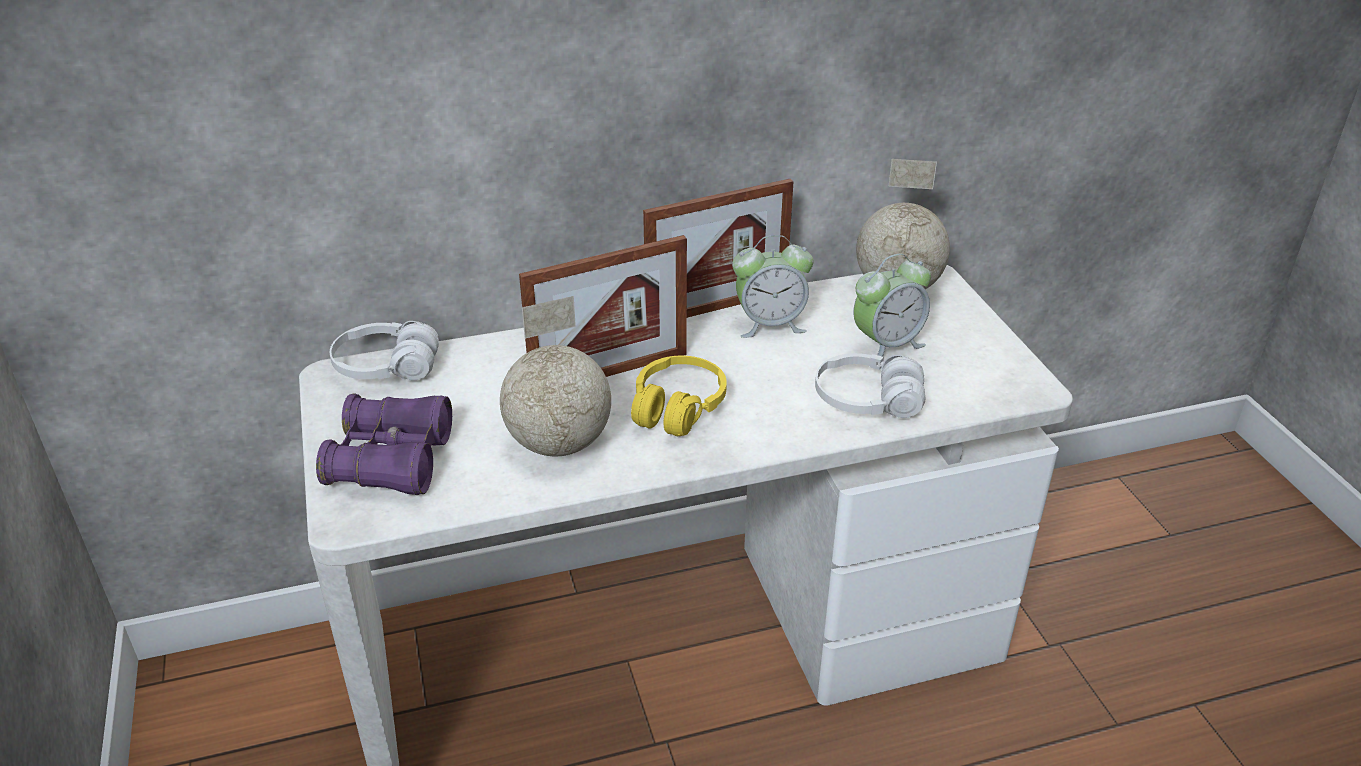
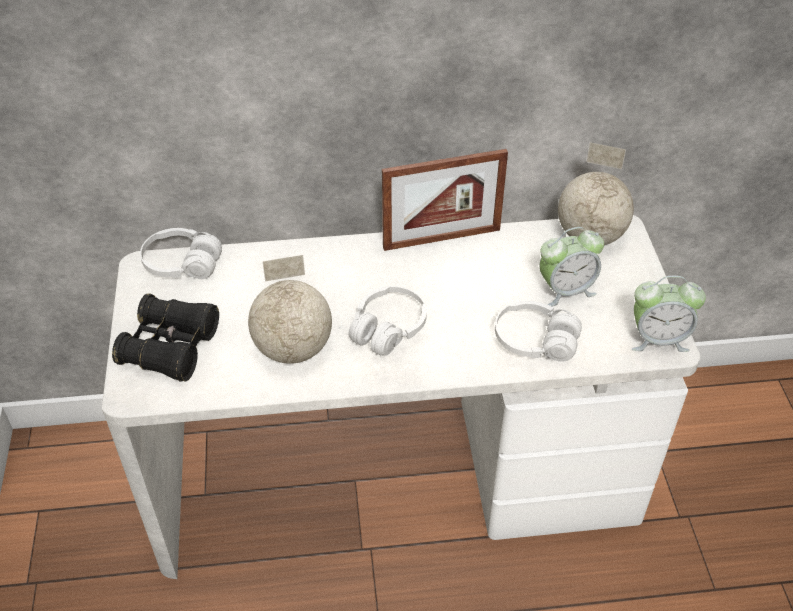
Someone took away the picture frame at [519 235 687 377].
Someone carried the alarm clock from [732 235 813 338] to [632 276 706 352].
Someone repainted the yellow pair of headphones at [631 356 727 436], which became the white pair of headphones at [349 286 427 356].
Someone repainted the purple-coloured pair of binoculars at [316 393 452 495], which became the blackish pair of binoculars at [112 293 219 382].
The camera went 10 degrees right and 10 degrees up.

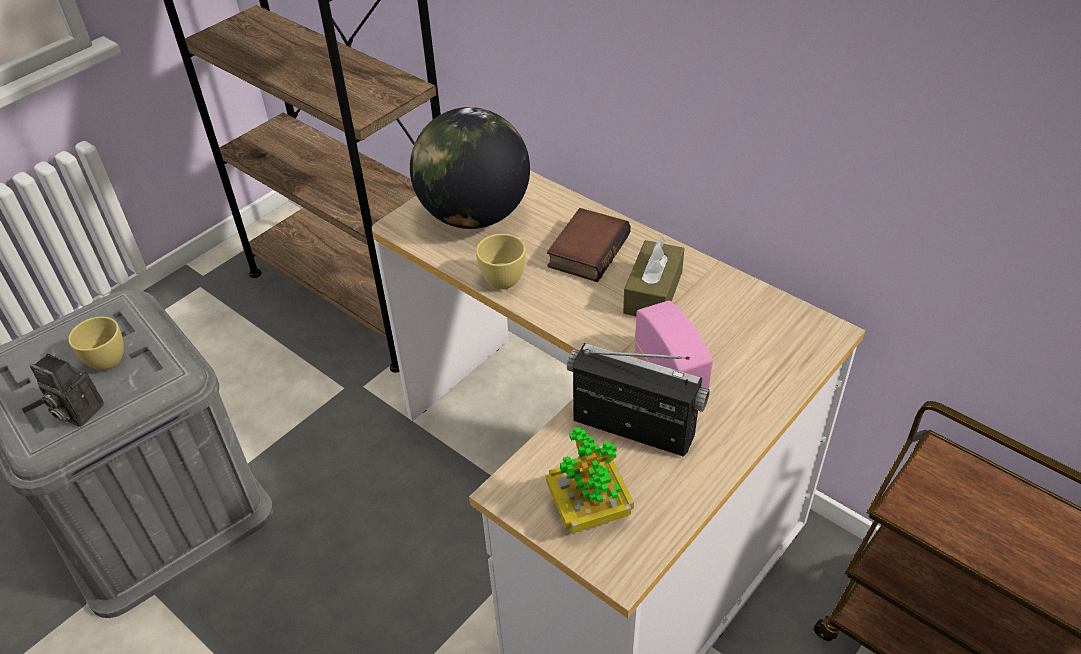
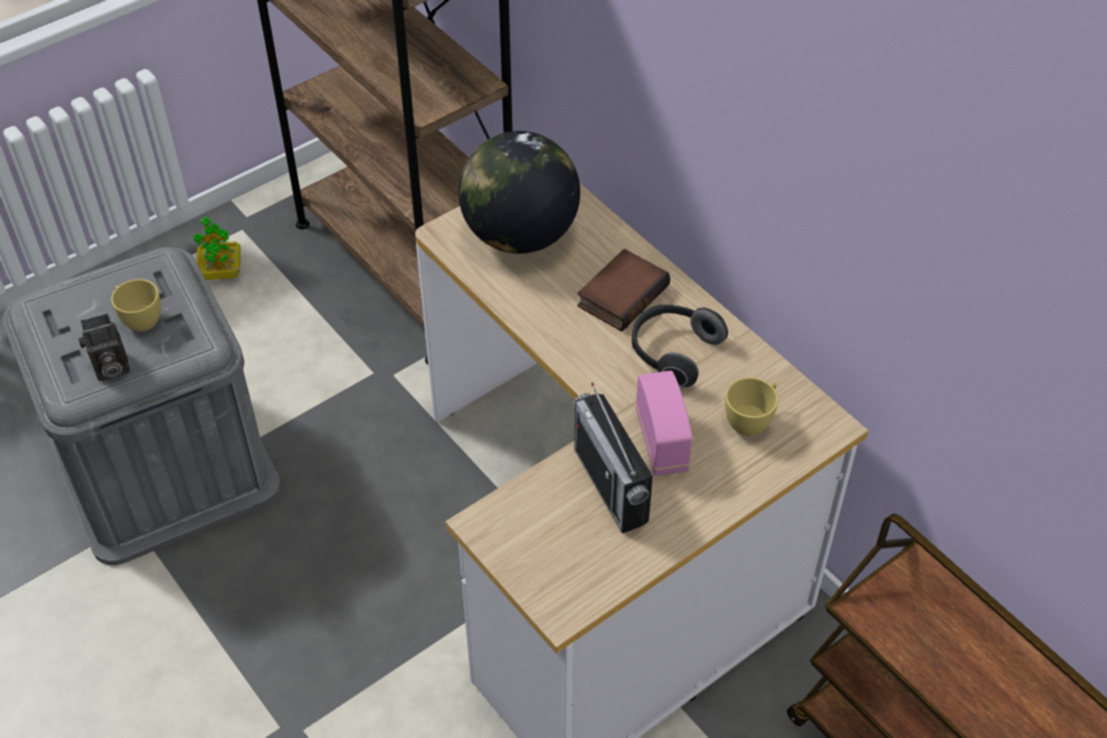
Someone carried the yellow drinking cup from [476 234 526 289] to [725 377 778 436].
Someone swapped the brown box of tissues at [623 237 685 316] for the pair of headphones at [632 304 728 387].
Someone rotated the radio set at [567 343 710 456] by 150 degrees counterclockwise.
Someone rotated the still camera at [30 354 104 427] by 60 degrees counterclockwise.
Someone carried the potted plant from [546 427 634 533] to [194 217 240 280].
The camera went 10 degrees right and 5 degrees up.

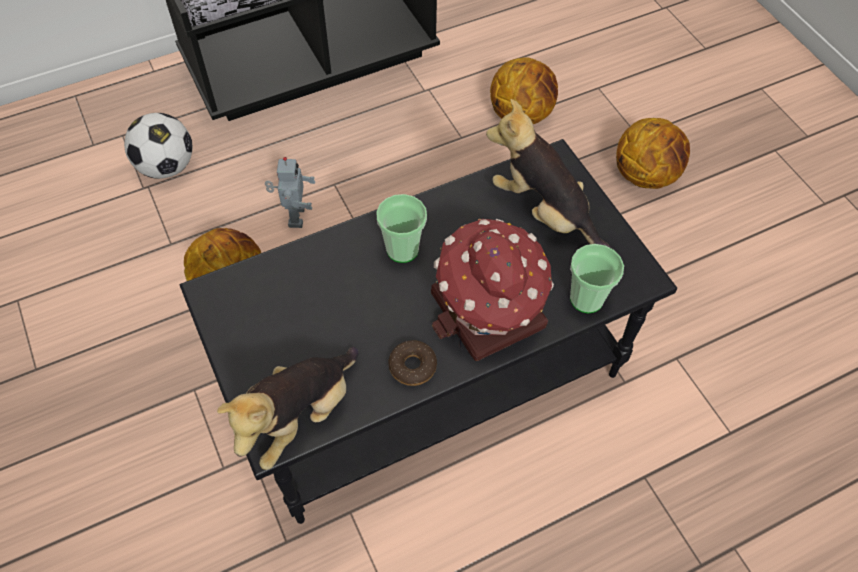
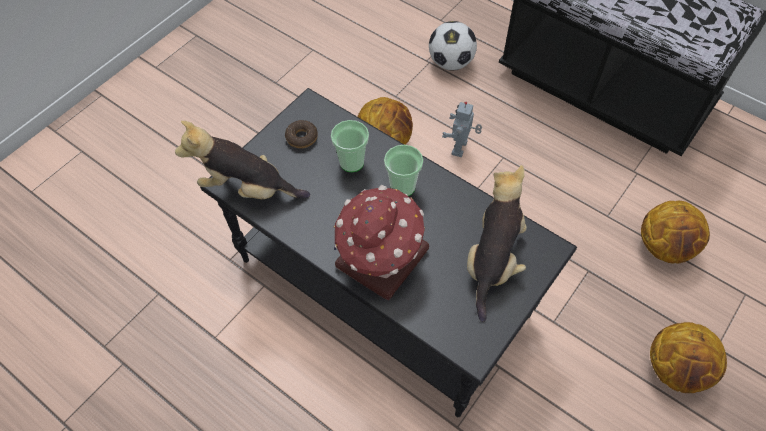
Someone rotated the robot figure at [265 157 315 228] by 135 degrees clockwise.
Someone carried the drinking cup from [570 244 624 314] to [331 120 369 172].
Someone carried the doughnut from [389 340 437 386] to [285 120 318 148].
The camera went 65 degrees right and 0 degrees up.

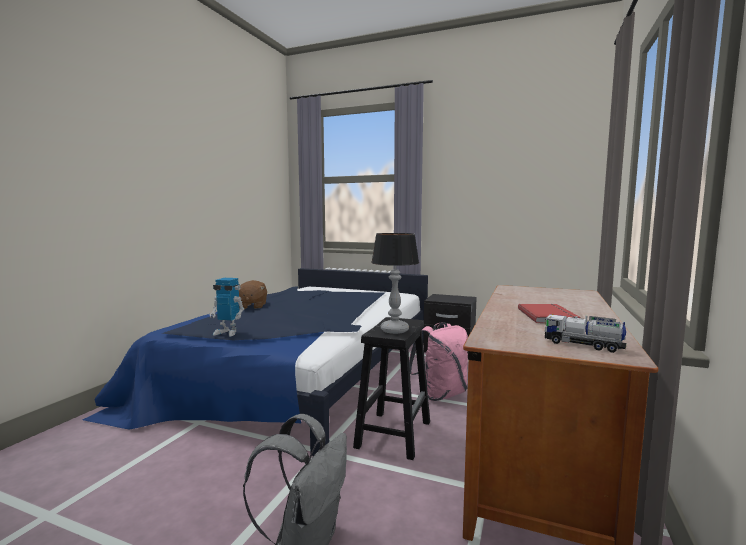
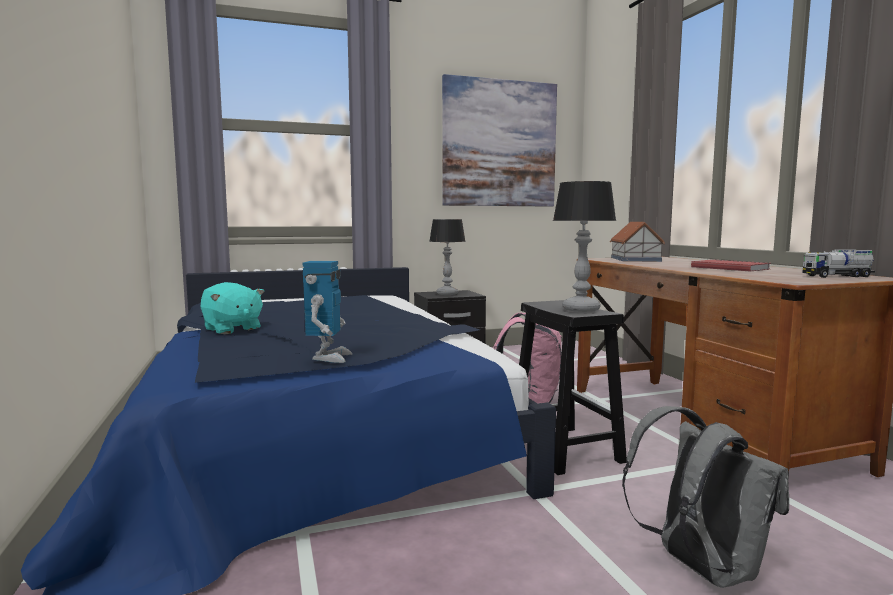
Someone rotated the robot figure at [209 278 244 337] by 60 degrees counterclockwise.
Someone repainted the brown plush toy at [239 280 267 309], which became the turquoise plush toy at [200 282 265 334].
Someone put up the wall picture at [442 74 557 207].
Someone put down the table lamp at [429 219 466 295].
Someone put down the model house at [610 222 665 262].
The camera went 40 degrees left and 0 degrees up.

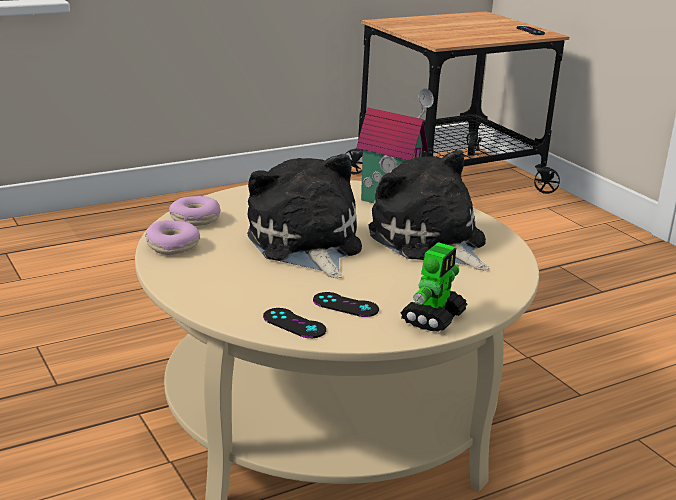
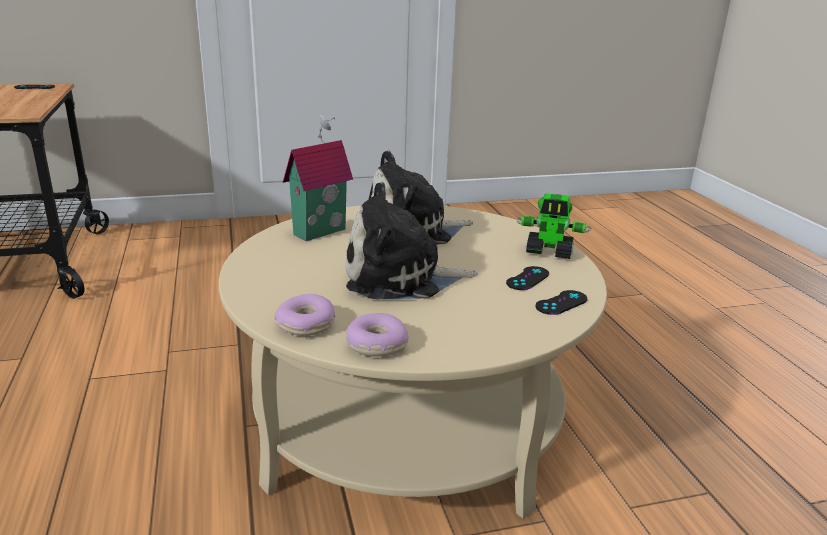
Someone rotated the robot figure at [401 242 468 332] by 150 degrees clockwise.
The camera went 75 degrees left and 0 degrees up.

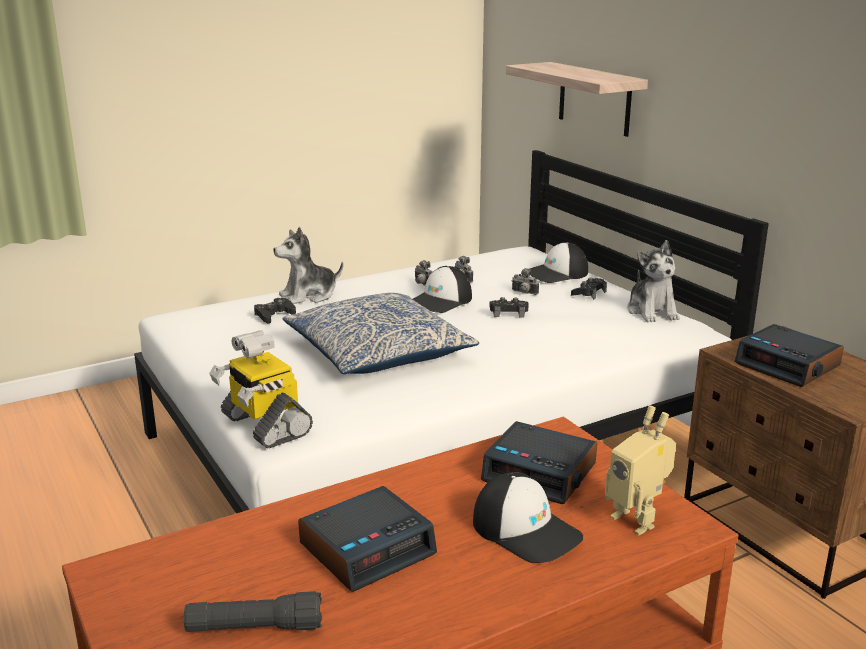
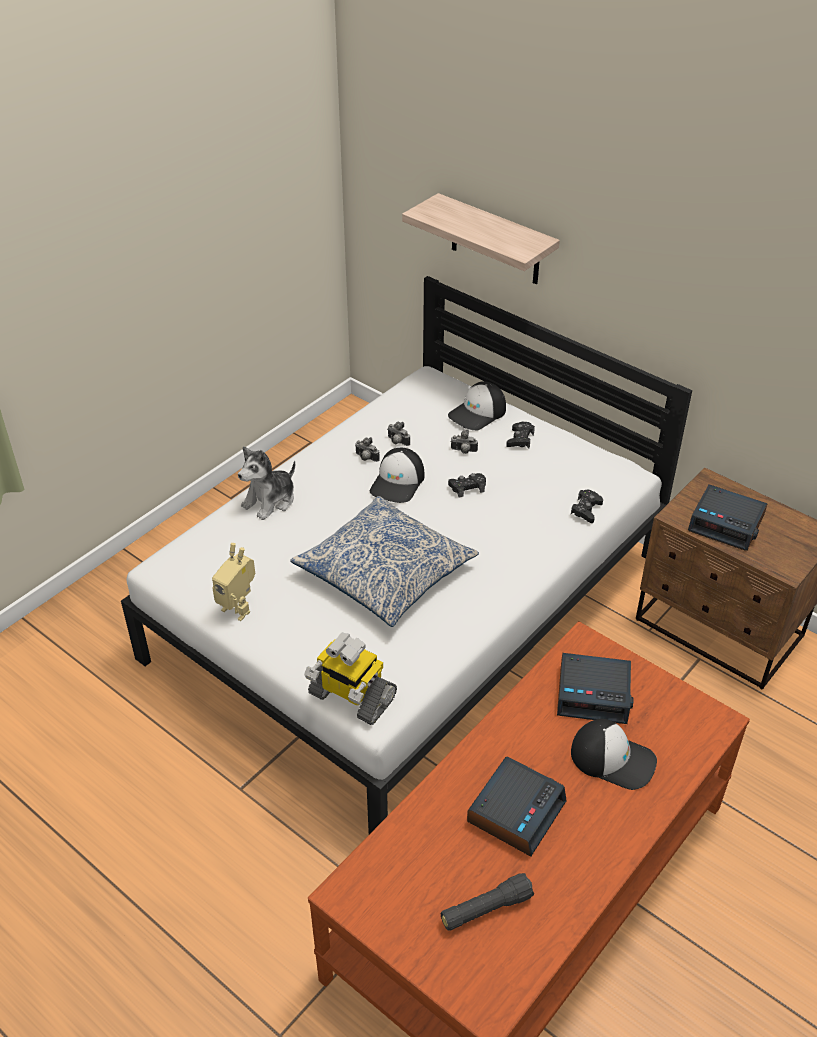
Someone took away the plush toy at [627 240 680 323].
Someone carried the blackish game controller from [254 298 296 324] to [571 490 603 523].
Someone carried the robot figure from [605 405 676 535] to [212 543 255 621].
The camera went 20 degrees left and 20 degrees up.

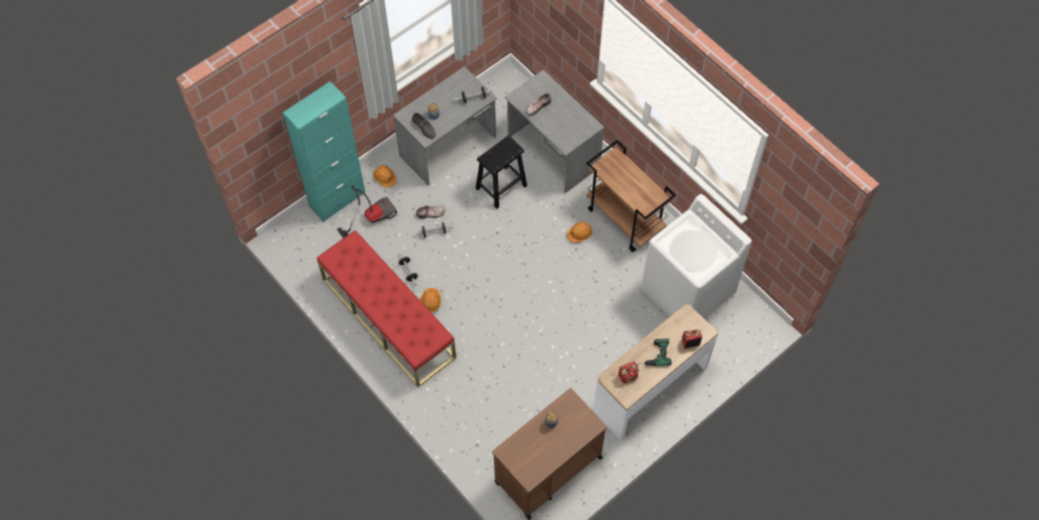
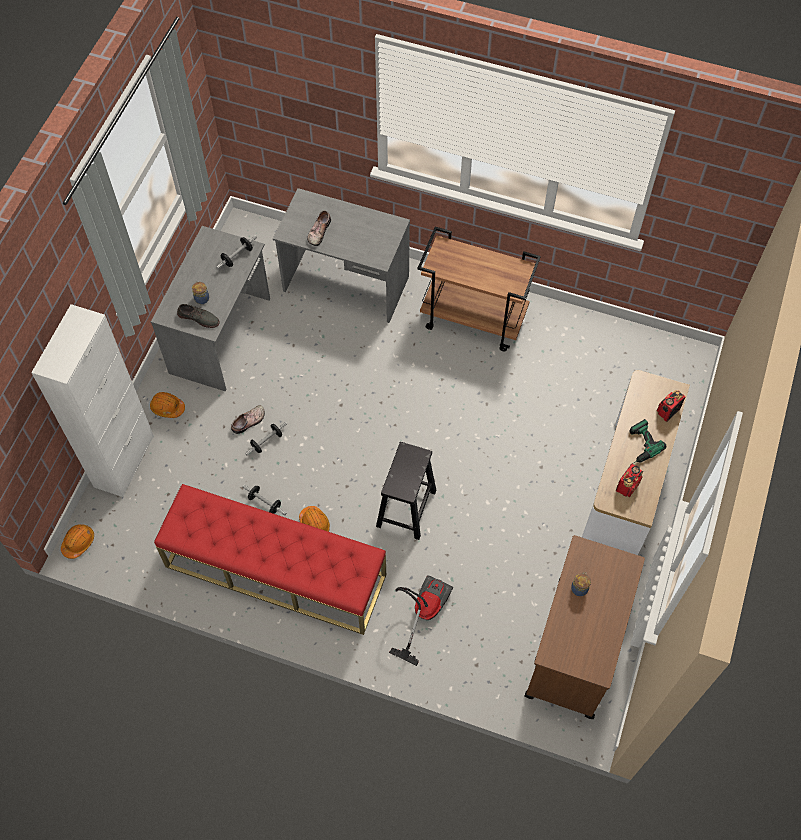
Someone repainted the turquoise cupboard at [283 81 365 222], which became the white cupboard at [31 304 154 497].
Someone carried the blackish stool seat from [476 135 527 209] to [376 442 437 540].
Someone carried the vacuum from [337 186 397 238] to [389 575 453 666].
Someone took away the white laundry appliance at [641 194 752 319].
Someone carried the orange-coloured hard hat from [567 222 593 243] to [61 524 94 559].
The camera went 30 degrees left and 0 degrees up.

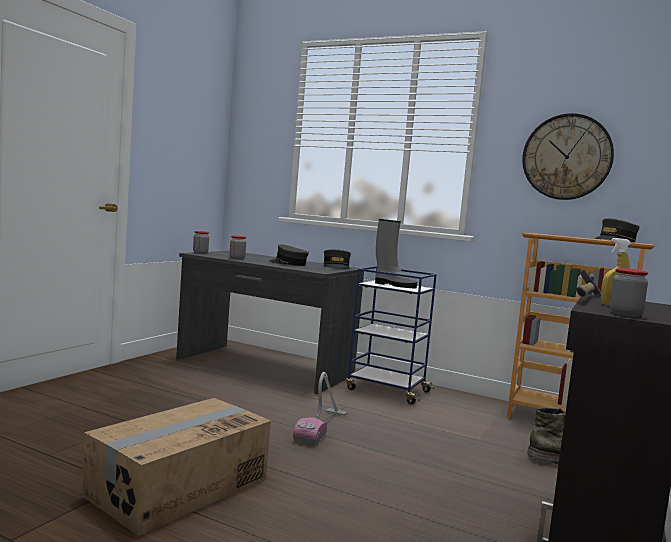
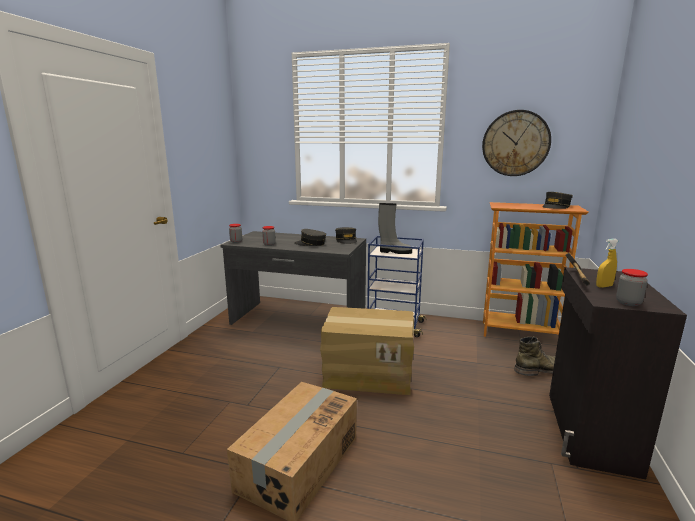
Someone swapped the vacuum at [293 372 347 444] for the packing box at [320 307 414 395].
The camera went 10 degrees left and 10 degrees up.

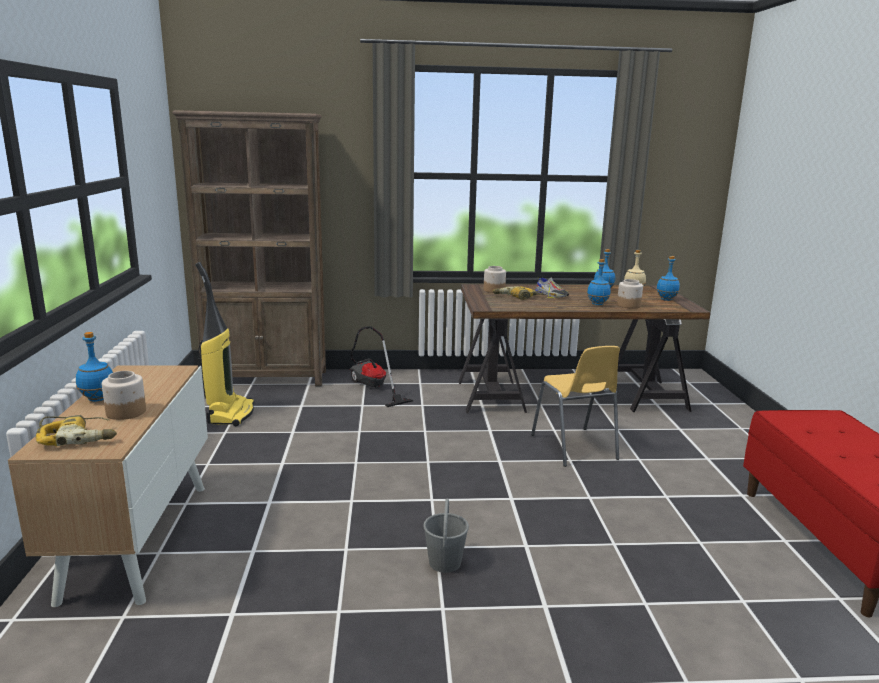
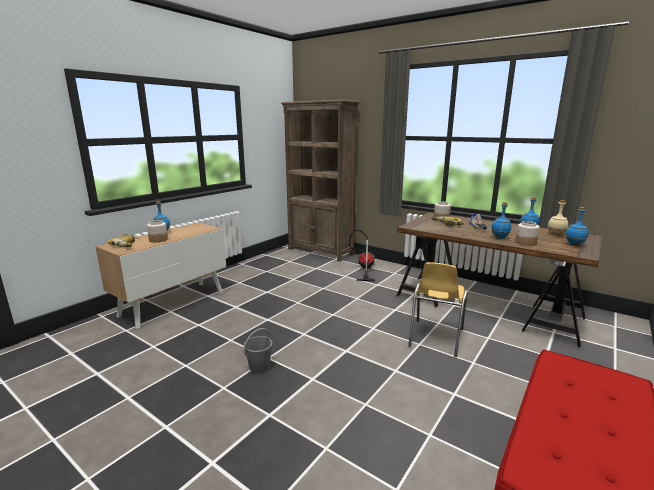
Someone took away the vacuum at [195 262 254 426].
The camera went 40 degrees right and 0 degrees up.

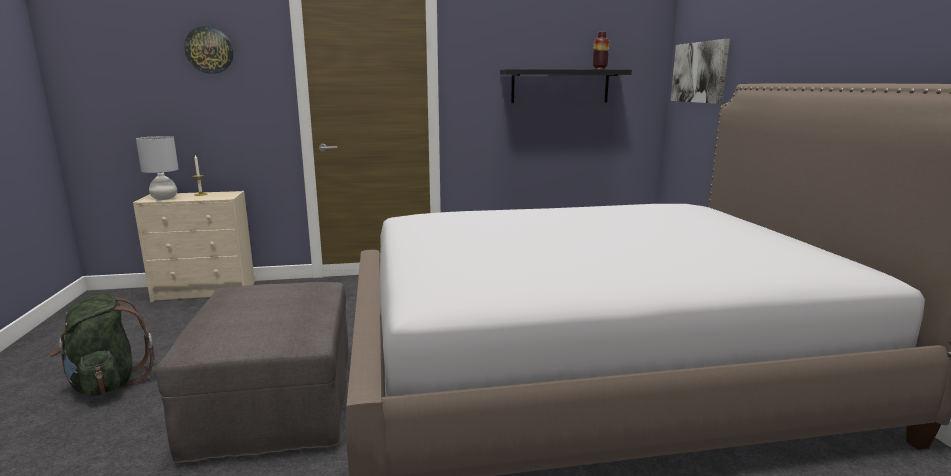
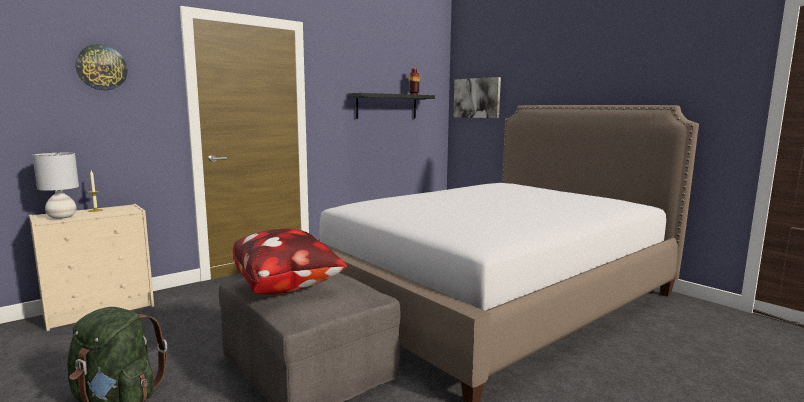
Someone put down the cushion at [233 228 347 294].
The camera went 30 degrees left and 5 degrees down.

